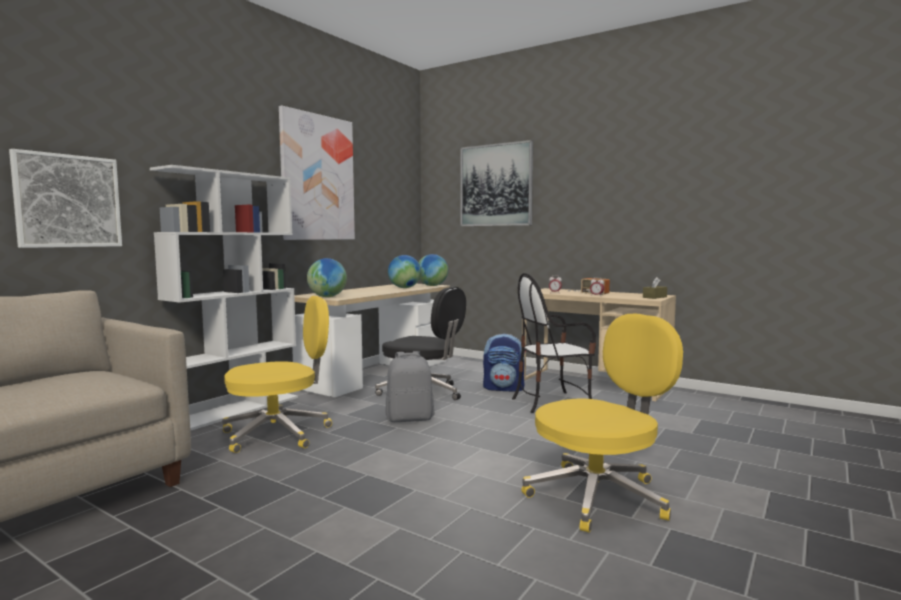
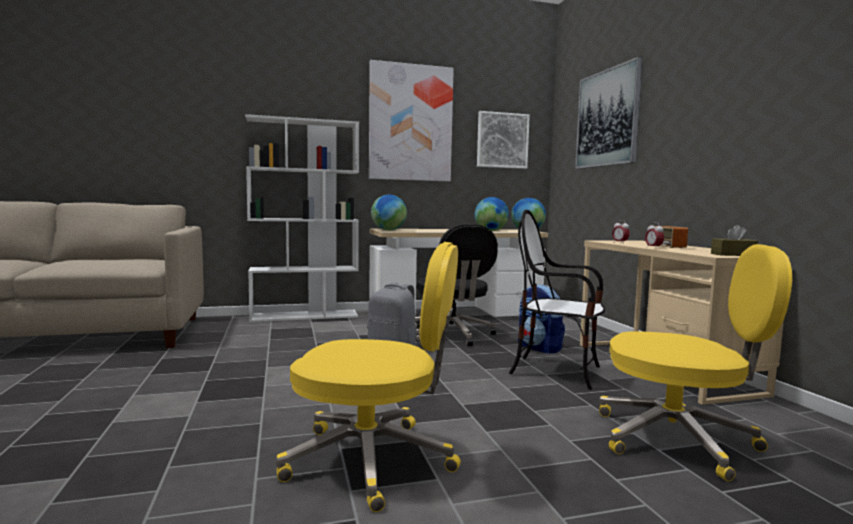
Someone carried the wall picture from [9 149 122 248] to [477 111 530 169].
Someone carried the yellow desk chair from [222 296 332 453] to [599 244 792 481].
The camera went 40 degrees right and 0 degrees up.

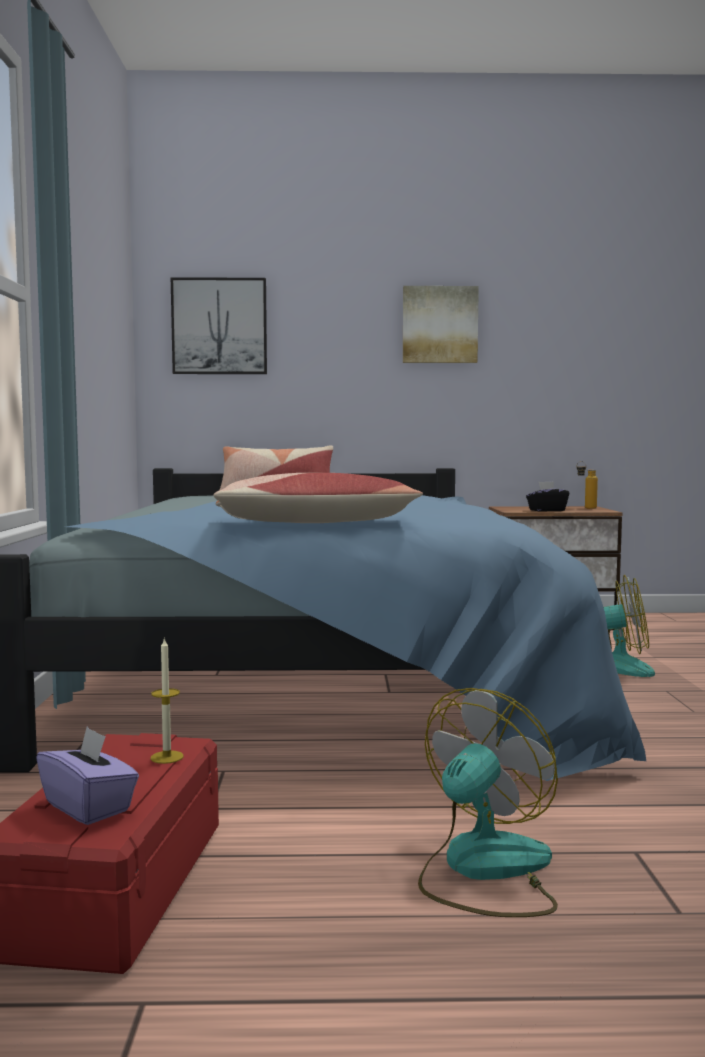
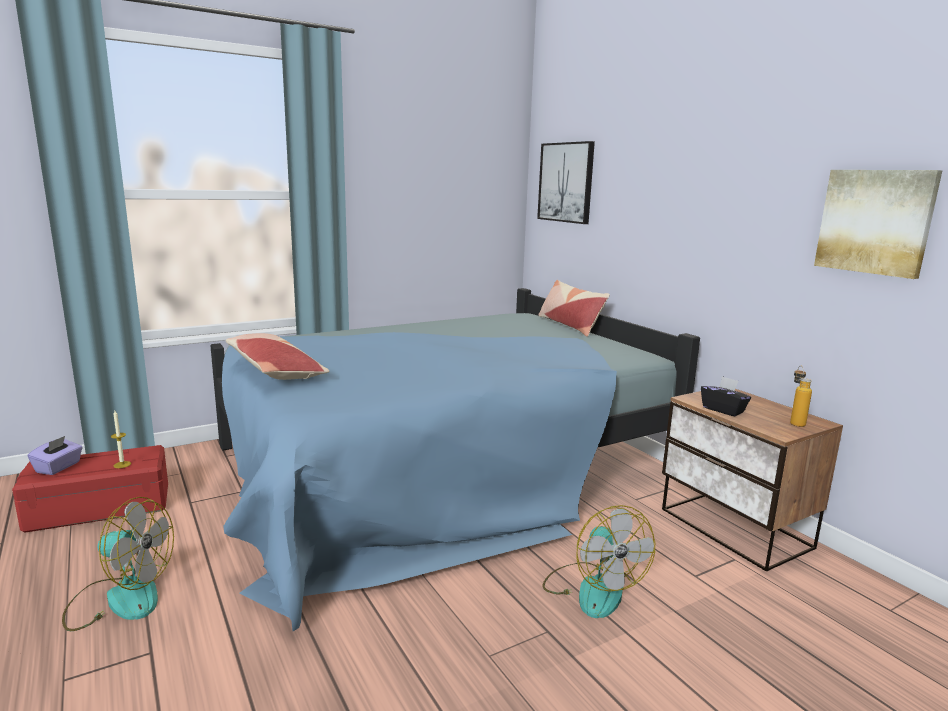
Someone carried the wall picture from [403 286 479 363] to [814 170 943 279].
The camera went 60 degrees right and 10 degrees up.

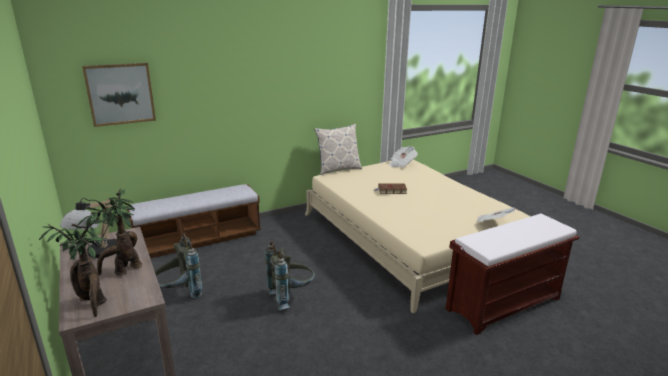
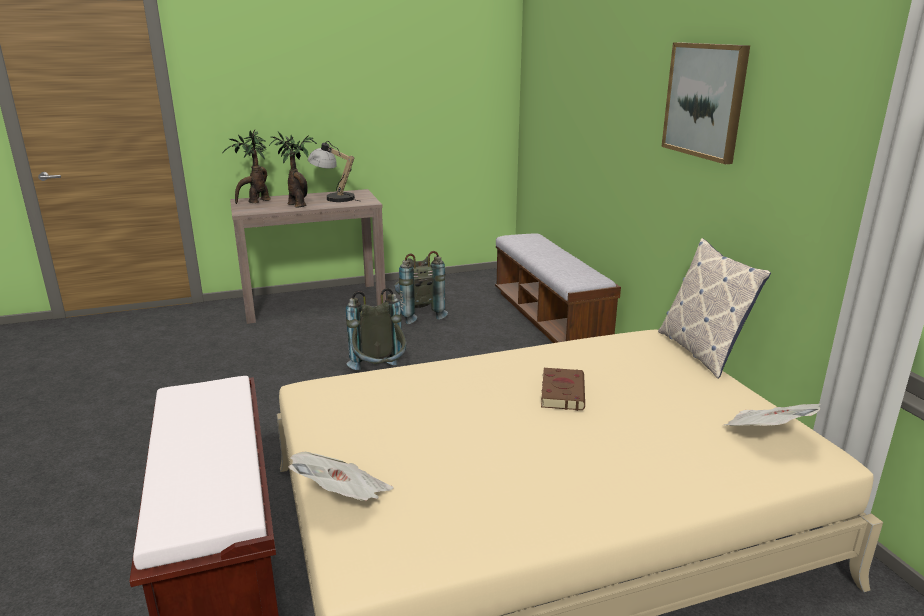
Someone carried the wall picture from [82 63 156 127] to [661 42 750 164].
The camera went 100 degrees right and 0 degrees up.

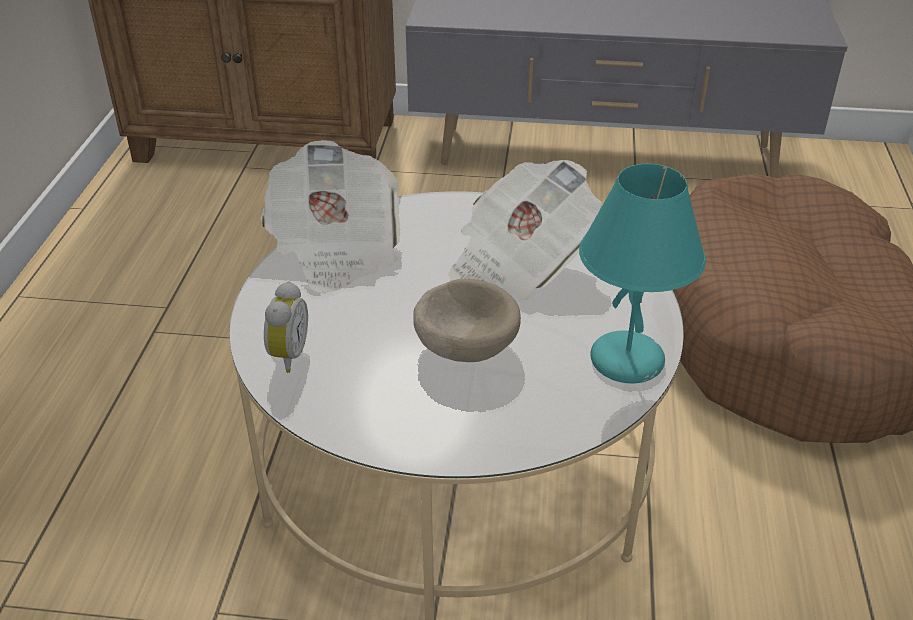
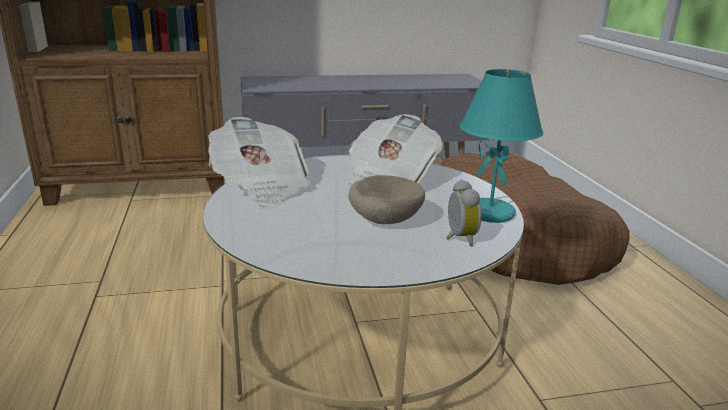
Someone carried the alarm clock from [264 281 308 373] to [446 179 482 247].
The camera went 20 degrees left and 15 degrees down.

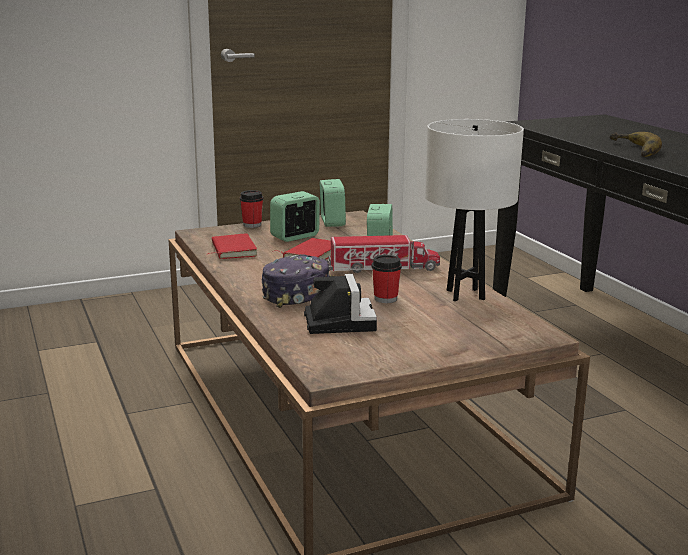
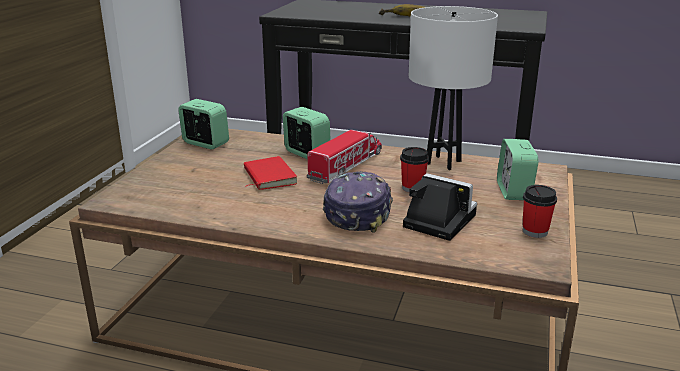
Someone carried the drinking cup from [240 190 263 228] to [523 185 557 238].
Someone carried the alarm clock from [270 191 320 242] to [497 139 539 200].
Someone took away the red book at [206 233 257 259].
The camera went 50 degrees left and 5 degrees up.

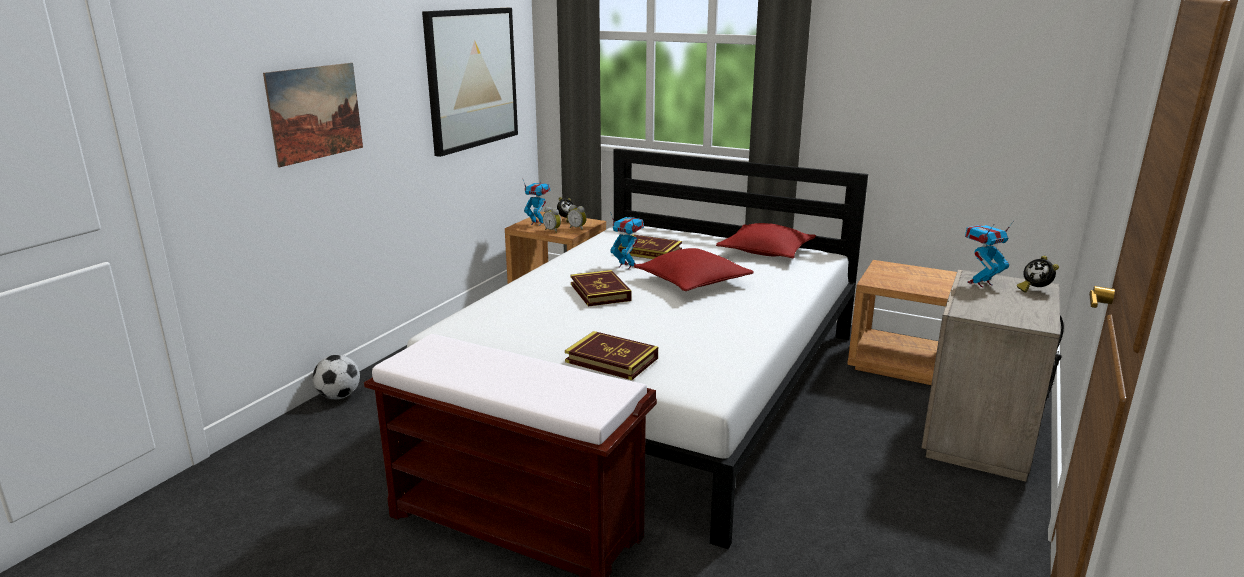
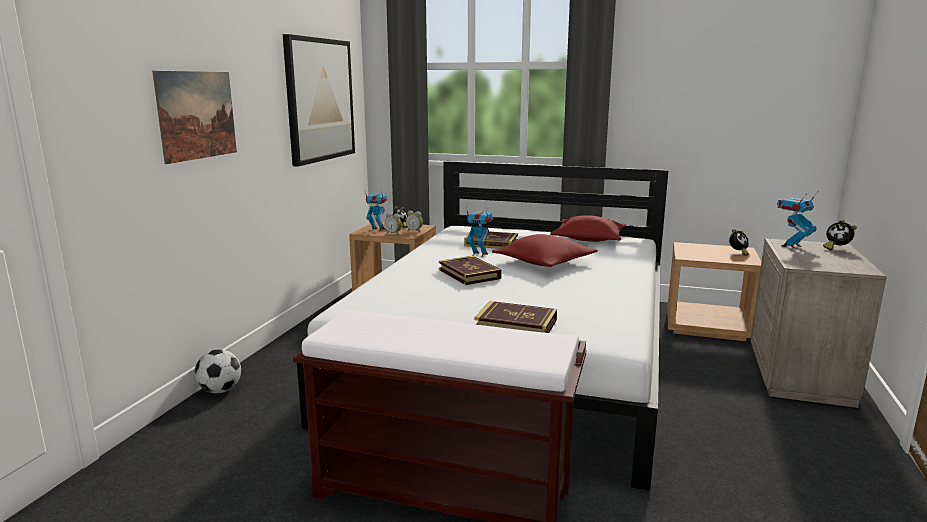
Someone put down the alarm clock at [729 229 749 256].
The camera went 10 degrees left and 5 degrees down.

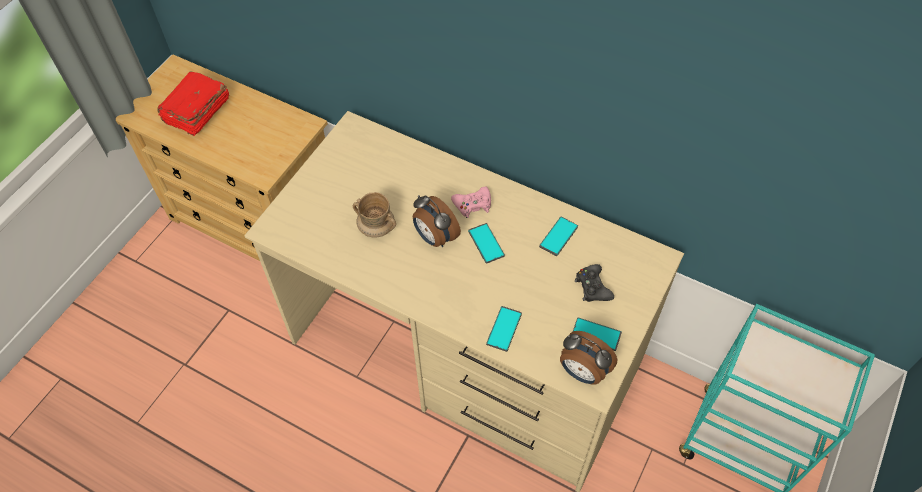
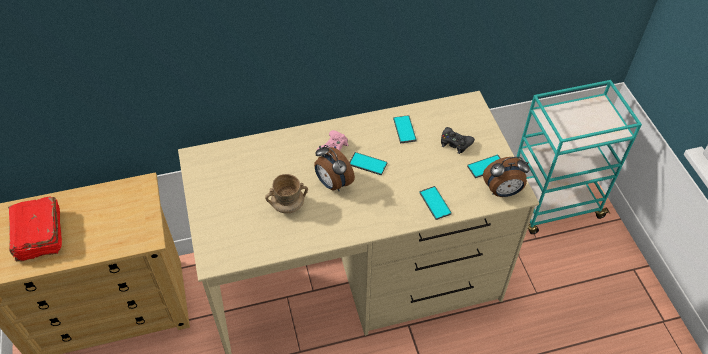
Someone rotated the alarm clock at [413 195 461 247] by 45 degrees clockwise.
The camera went 45 degrees left and 5 degrees down.

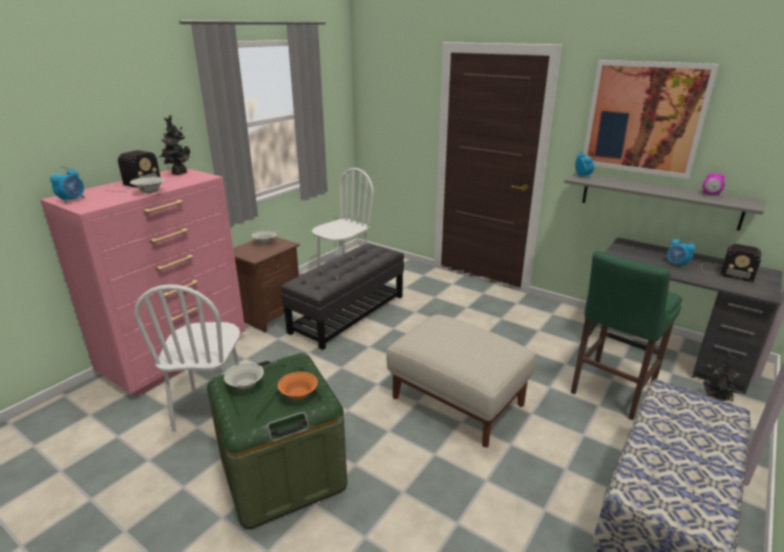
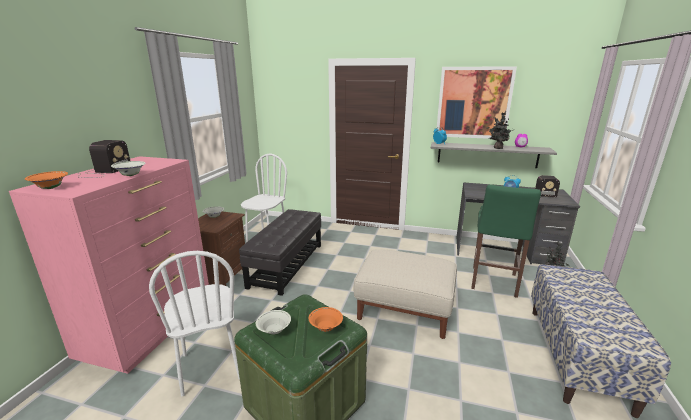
Someone carried the potted plant from [159 115 191 175] to [486 111 515 149].
Someone swapped the alarm clock at [50 167 85 204] for the orange-coloured serving bowl at [25 171 68 189].
The camera went 20 degrees left and 5 degrees down.

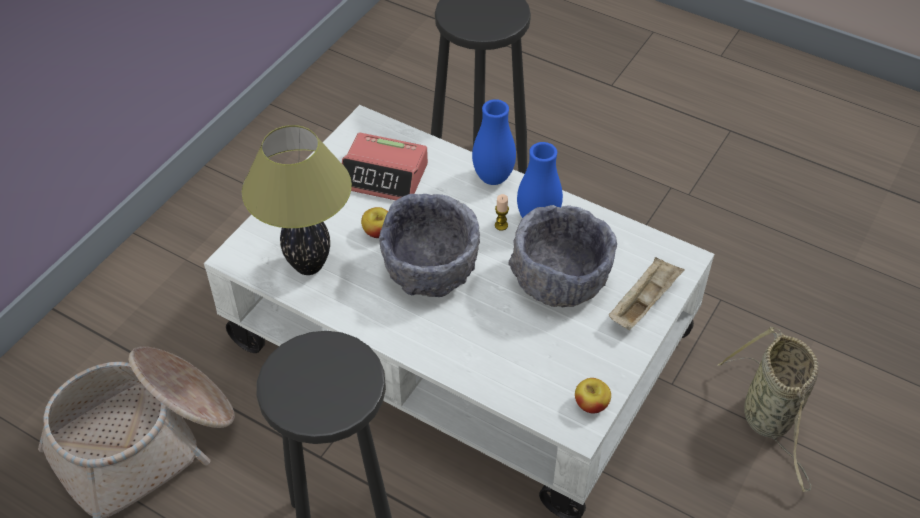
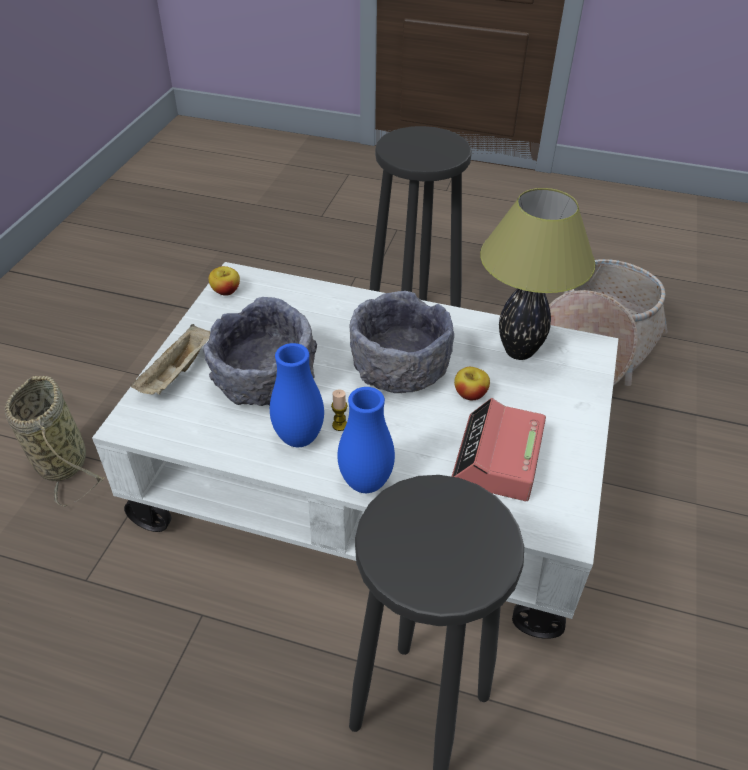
Someone rotated the alarm clock at [342 132 428 200] by 75 degrees counterclockwise.
The camera went 165 degrees right and 5 degrees down.

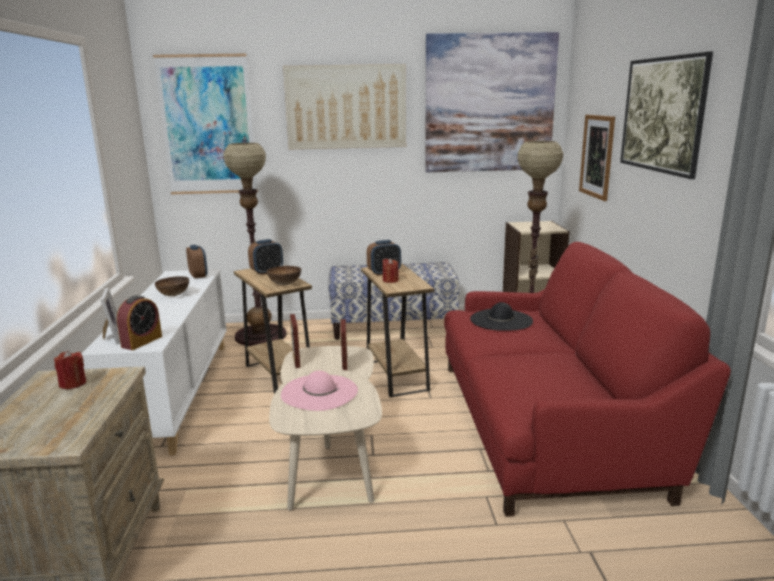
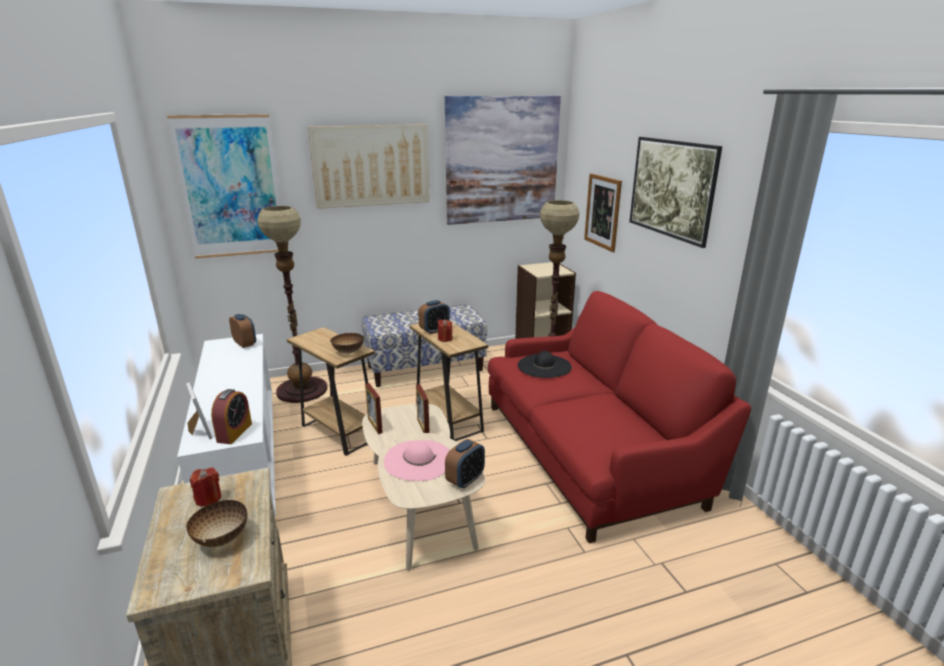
Someone carried the alarm clock from [248 239 283 275] to [445 439 485 489].
Someone carried the serving bowl from [155 276 189 296] to [186 500 248 547].
The camera went 15 degrees left and 5 degrees up.

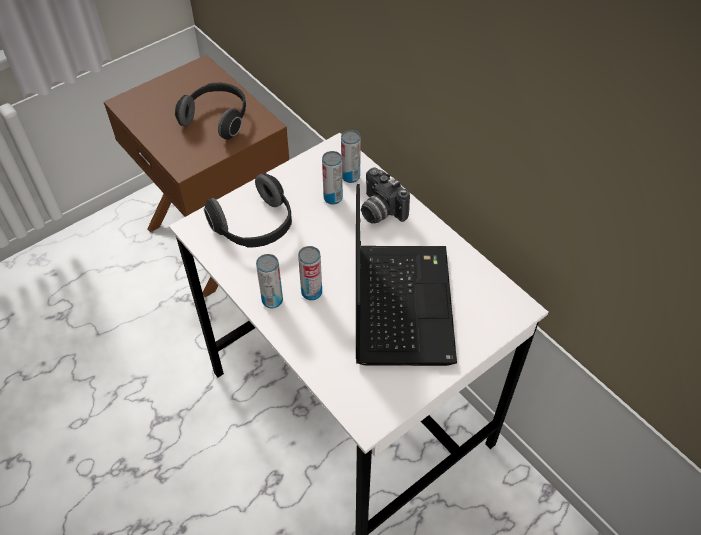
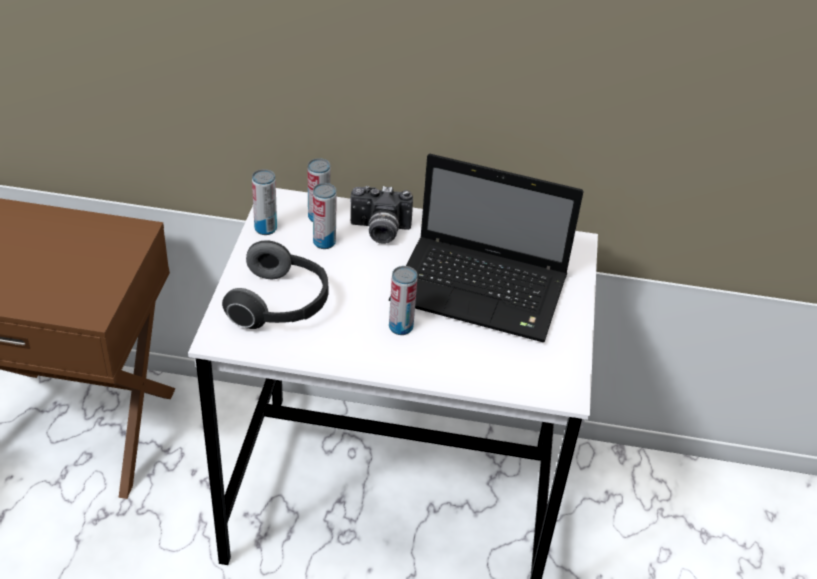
Someone took away the pair of headphones at [175 83 246 140].
Someone rotated the notebook computer at [356 184 457 366] by 150 degrees clockwise.
Someone carried the sealed can from [256 254 283 308] to [252 169 277 235].
The camera went 45 degrees left and 10 degrees down.

